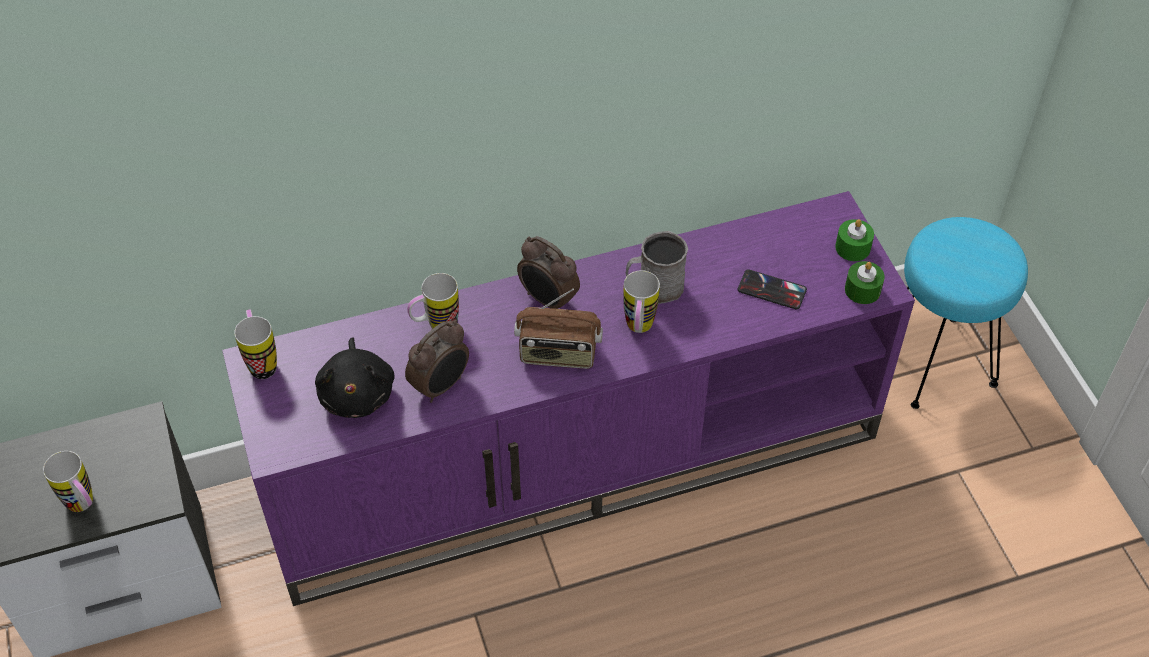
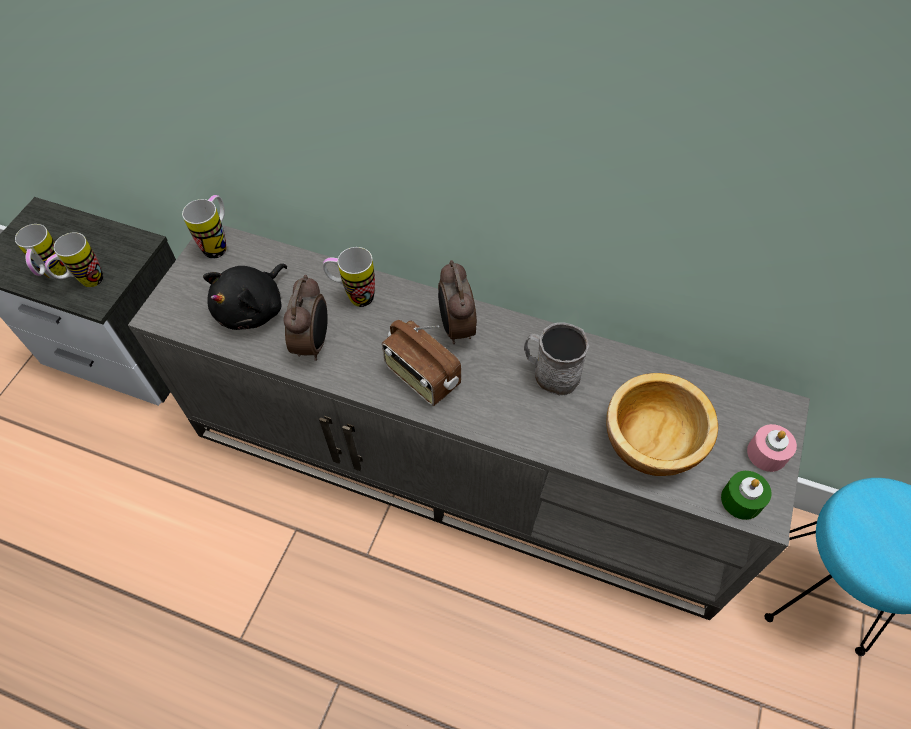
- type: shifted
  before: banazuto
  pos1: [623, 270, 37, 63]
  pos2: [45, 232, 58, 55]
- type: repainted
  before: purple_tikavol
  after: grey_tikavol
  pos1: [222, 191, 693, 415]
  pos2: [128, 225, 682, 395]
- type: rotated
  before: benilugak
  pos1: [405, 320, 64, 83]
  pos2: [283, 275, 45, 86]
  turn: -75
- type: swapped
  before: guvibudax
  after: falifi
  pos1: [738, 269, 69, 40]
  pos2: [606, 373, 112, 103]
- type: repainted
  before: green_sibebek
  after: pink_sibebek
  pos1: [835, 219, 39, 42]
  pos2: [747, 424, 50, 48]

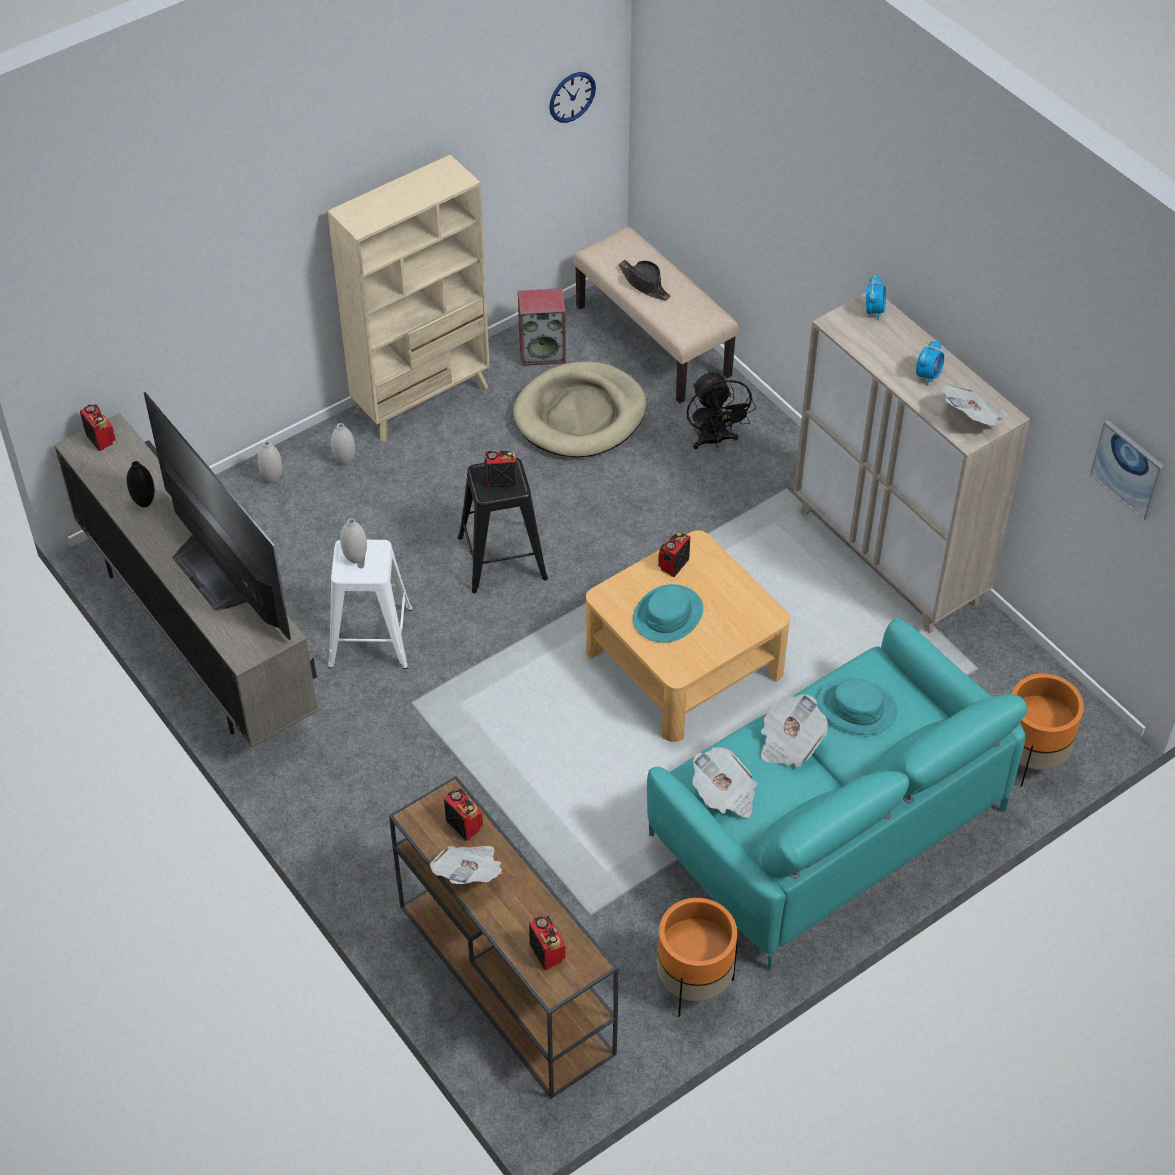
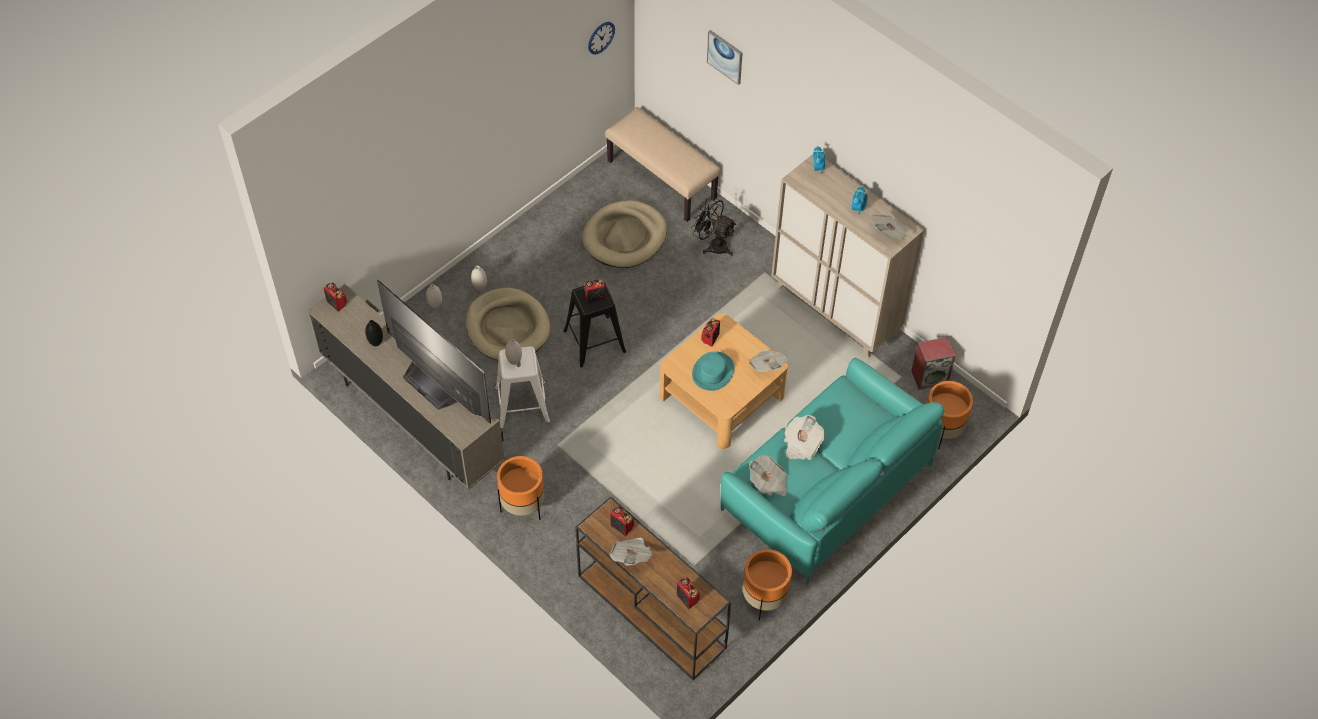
- type: new
  after: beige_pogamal
  pos2: [466, 288, 84, 73]
- type: new
  after: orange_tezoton
  pos2: [497, 456, 48, 64]
- type: rotated
  before: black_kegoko
  pos1: [686, 370, 70, 79]
  pos2: [691, 197, 45, 59]
  turn: 150
- type: shifted
  before: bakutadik
  pos1: [1090, 420, 75, 101]
  pos2: [707, 30, 36, 55]
- type: new
  after: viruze
  pos2: [748, 349, 41, 23]
- type: shifted
  before: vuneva
  pos1: [518, 288, 48, 78]
  pos2: [911, 337, 45, 53]
- type: gone
  before: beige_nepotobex
  pos1: [327, 154, 163, 288]
- type: gone
  before: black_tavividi
  pos1: [618, 260, 53, 40]
- type: gone
  before: turquoise_tavividi
  pos1: [818, 677, 79, 58]

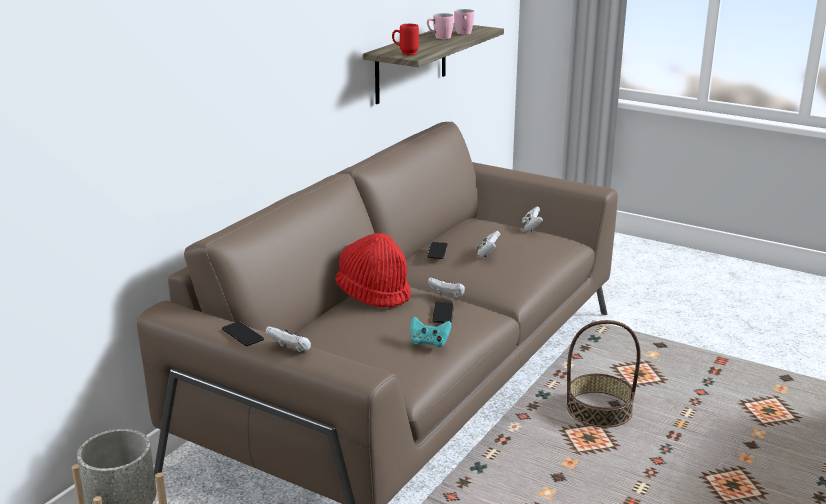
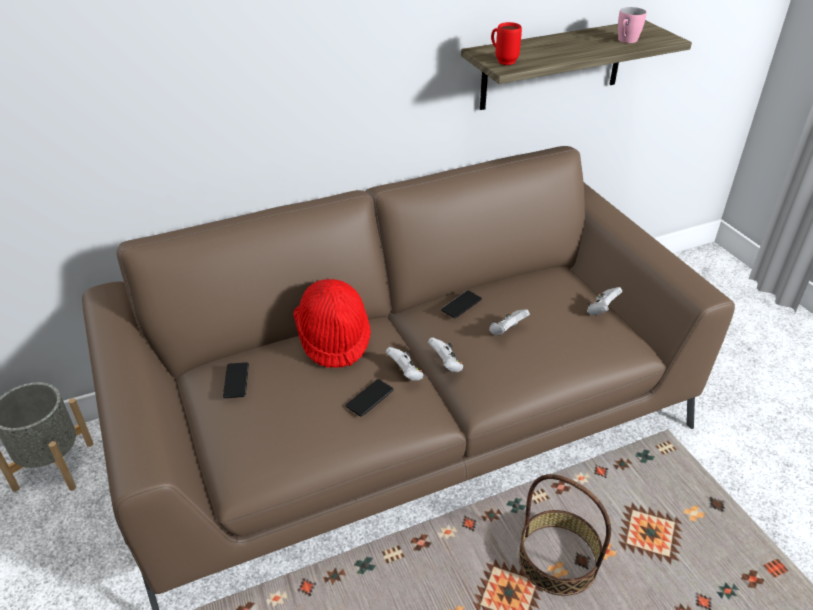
- type: shifted
  before: guvibudax
  pos1: [222, 321, 42, 25]
  pos2: [223, 362, 26, 36]
- type: shifted
  before: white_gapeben
  pos1: [265, 326, 46, 26]
  pos2: [428, 337, 35, 35]
- type: gone
  before: turquoise_gapeben
  pos1: [410, 317, 41, 30]
- type: gone
  before: pink_banazuto
  pos1: [427, 13, 27, 26]

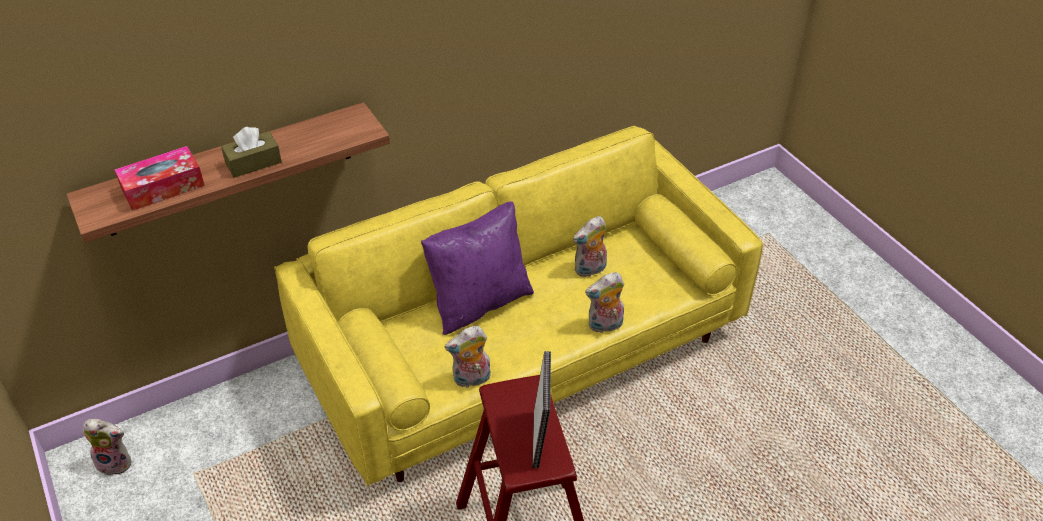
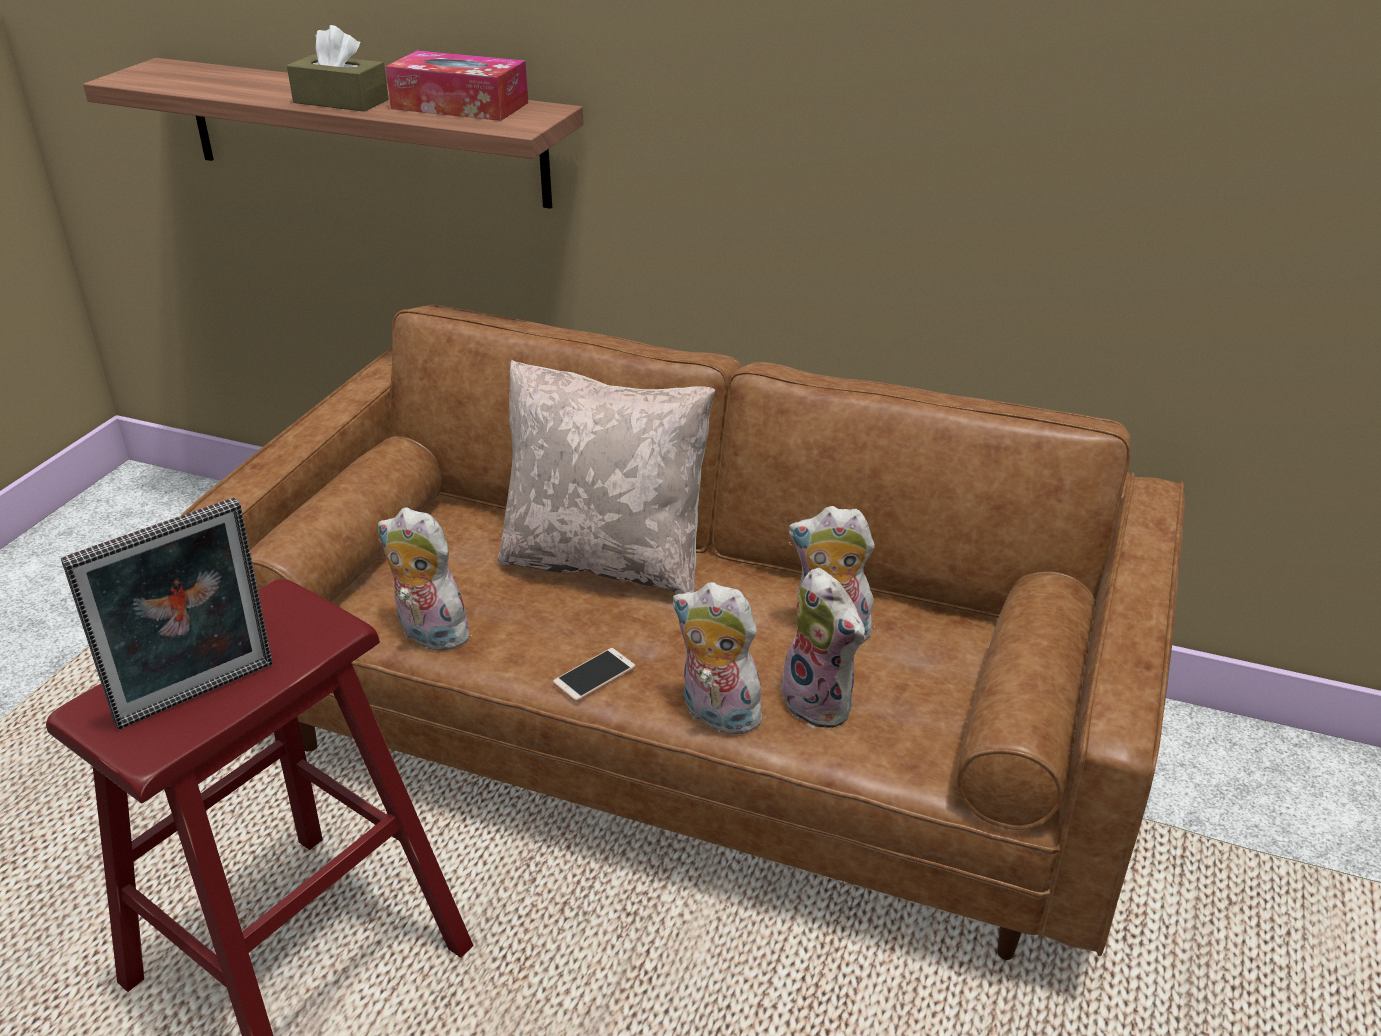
- type: repainted
  before: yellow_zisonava
  after: brown_zisonava
  pos1: [274, 126, 489, 361]
  pos2: [181, 304, 1004, 656]
- type: shifted
  before: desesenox
  pos1: [115, 146, 90, 65]
  pos2: [385, 51, 143, 70]
- type: repainted
  before: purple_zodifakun
  after: beige_zodifakun
  pos1: [421, 201, 113, 134]
  pos2: [497, 360, 218, 234]
- type: new
  after: guvibudax
  pos2: [553, 648, 83, 54]
- type: shifted
  before: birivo
  pos1: [83, 419, 48, 57]
  pos2: [781, 568, 84, 160]

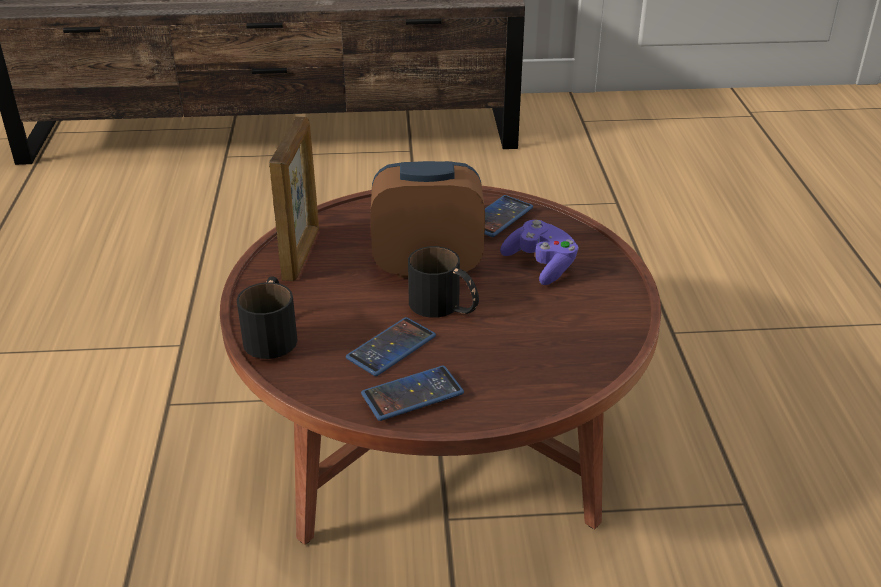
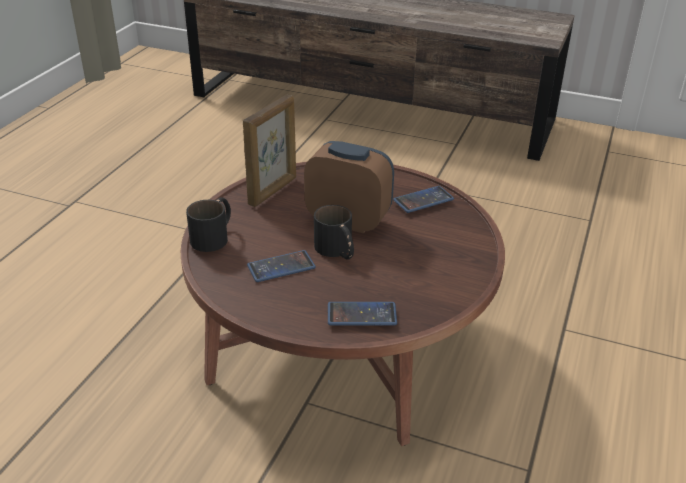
- type: shifted
  before: guvibudax
  pos1: [361, 366, 103, 55]
  pos2: [328, 302, 69, 24]
- type: gone
  before: purple_gapeben
  pos1: [500, 220, 79, 65]

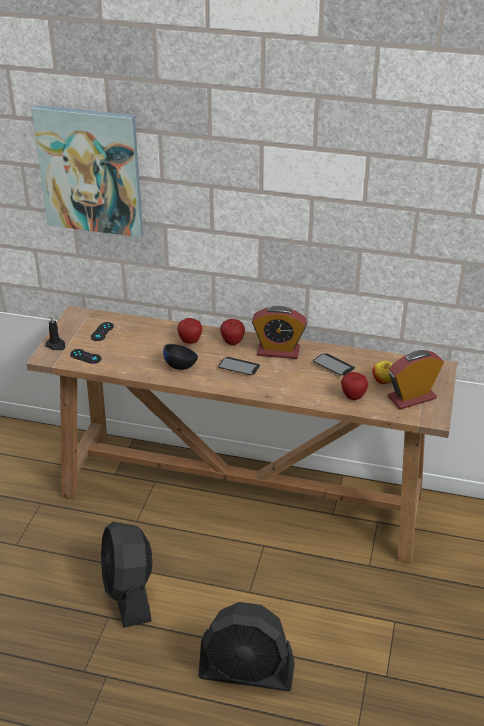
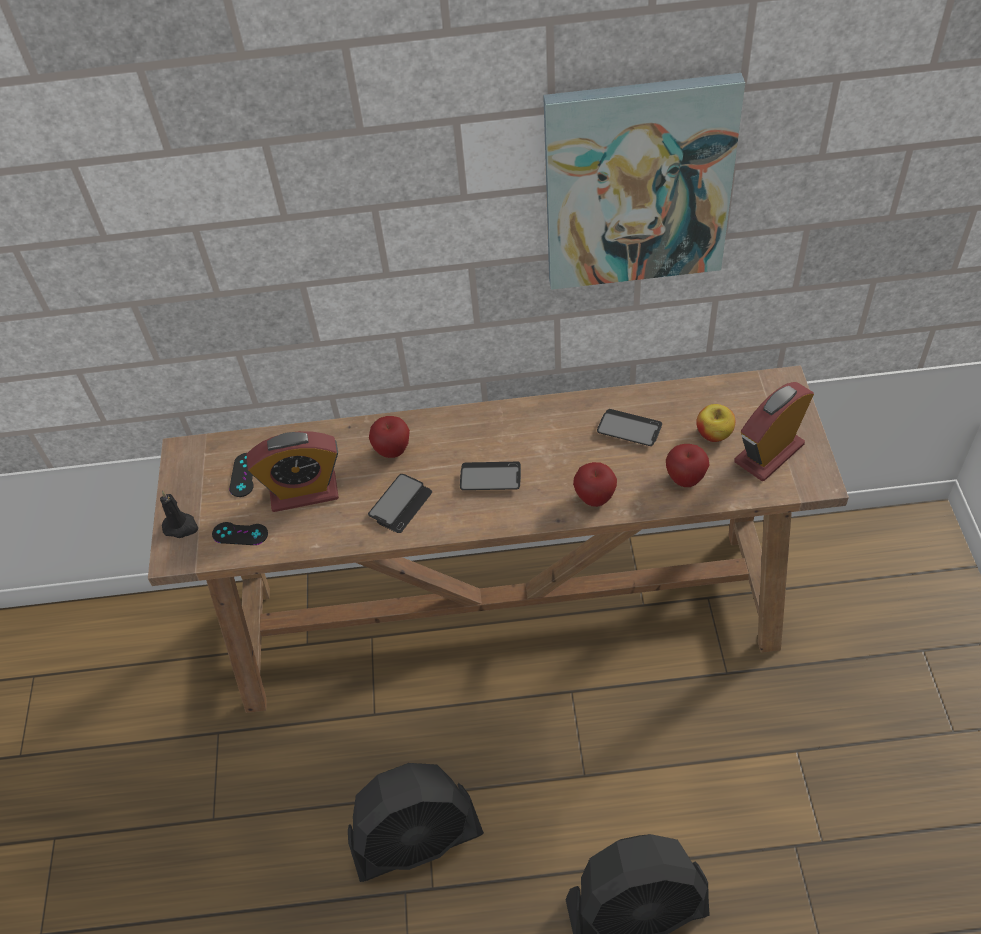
- type: shifted
  before: benilugak
  pos1: [252, 306, 55, 53]
  pos2: [246, 431, 93, 81]
- type: rotated
  before: black_kegoko
  pos1: [101, 522, 51, 106]
  pos2: [348, 763, 136, 119]
  turn: -75
- type: swapped
  before: black_falifi
  after: guvibudax
  pos1: [163, 344, 35, 26]
  pos2: [368, 474, 64, 59]
- type: shifted
  before: bakutadik
  pos1: [31, 105, 112, 132]
  pos2: [543, 73, 202, 217]
- type: shifted
  before: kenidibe
  pos1: [220, 319, 25, 26]
  pos2: [573, 462, 44, 45]

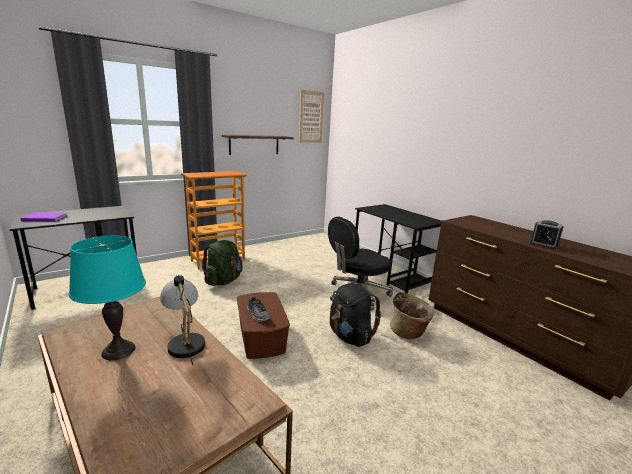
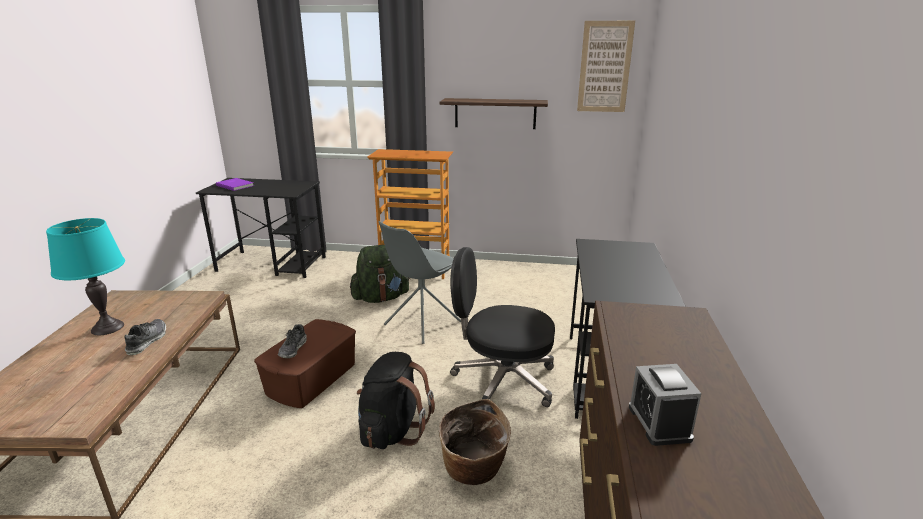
- type: swapped
  before: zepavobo
  after: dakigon
  pos1: [160, 275, 45, 90]
  pos2: [125, 319, 41, 36]
- type: new
  after: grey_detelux
  pos2: [378, 221, 83, 123]

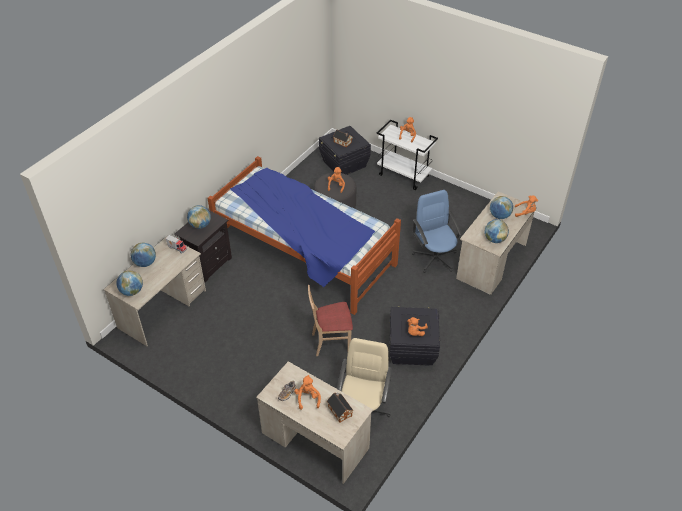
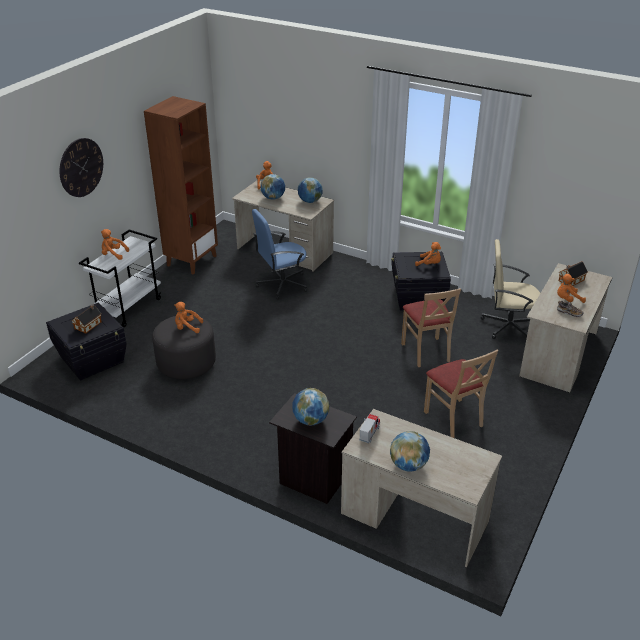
- type: new
  after: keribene
  pos2: [60, 138, 43, 59]
- type: new
  after: brown_nepotobex
  pos2: [144, 96, 74, 178]
- type: new
  after: beige_detelux
  pos2: [424, 350, 74, 88]
- type: gone
  before: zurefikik
  pos1: [117, 270, 26, 26]
- type: gone
  before: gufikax
  pos1: [208, 156, 193, 159]

